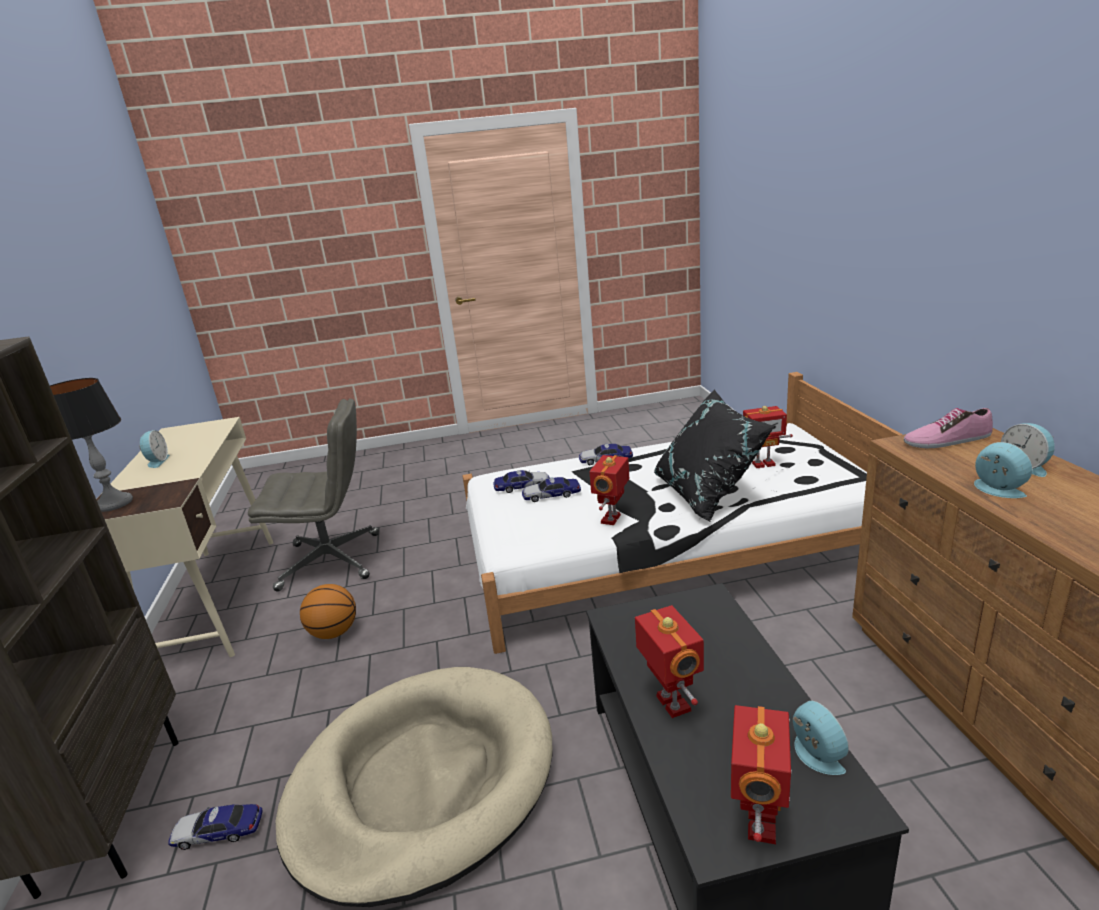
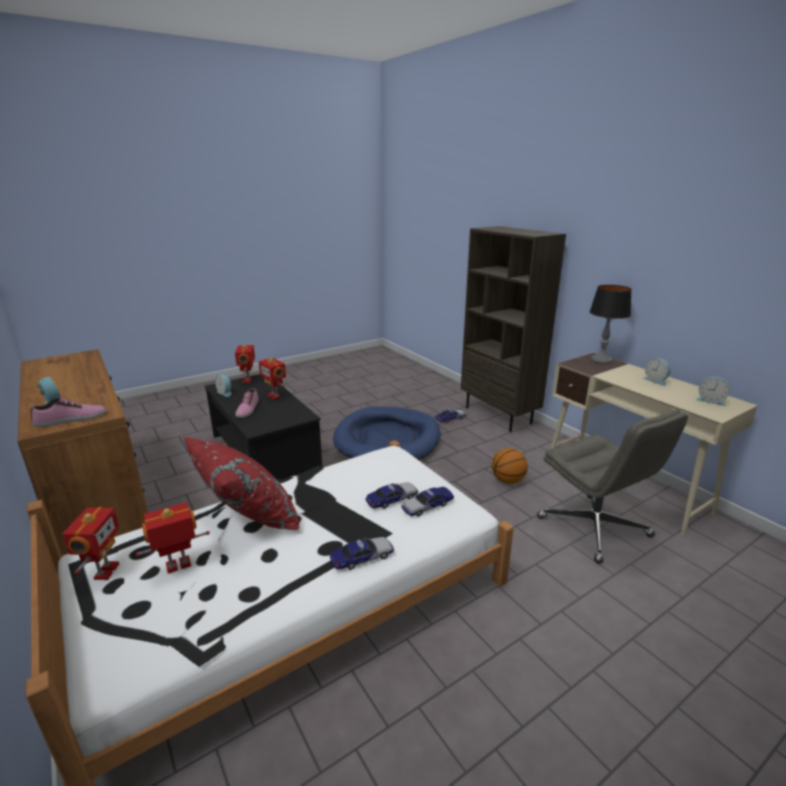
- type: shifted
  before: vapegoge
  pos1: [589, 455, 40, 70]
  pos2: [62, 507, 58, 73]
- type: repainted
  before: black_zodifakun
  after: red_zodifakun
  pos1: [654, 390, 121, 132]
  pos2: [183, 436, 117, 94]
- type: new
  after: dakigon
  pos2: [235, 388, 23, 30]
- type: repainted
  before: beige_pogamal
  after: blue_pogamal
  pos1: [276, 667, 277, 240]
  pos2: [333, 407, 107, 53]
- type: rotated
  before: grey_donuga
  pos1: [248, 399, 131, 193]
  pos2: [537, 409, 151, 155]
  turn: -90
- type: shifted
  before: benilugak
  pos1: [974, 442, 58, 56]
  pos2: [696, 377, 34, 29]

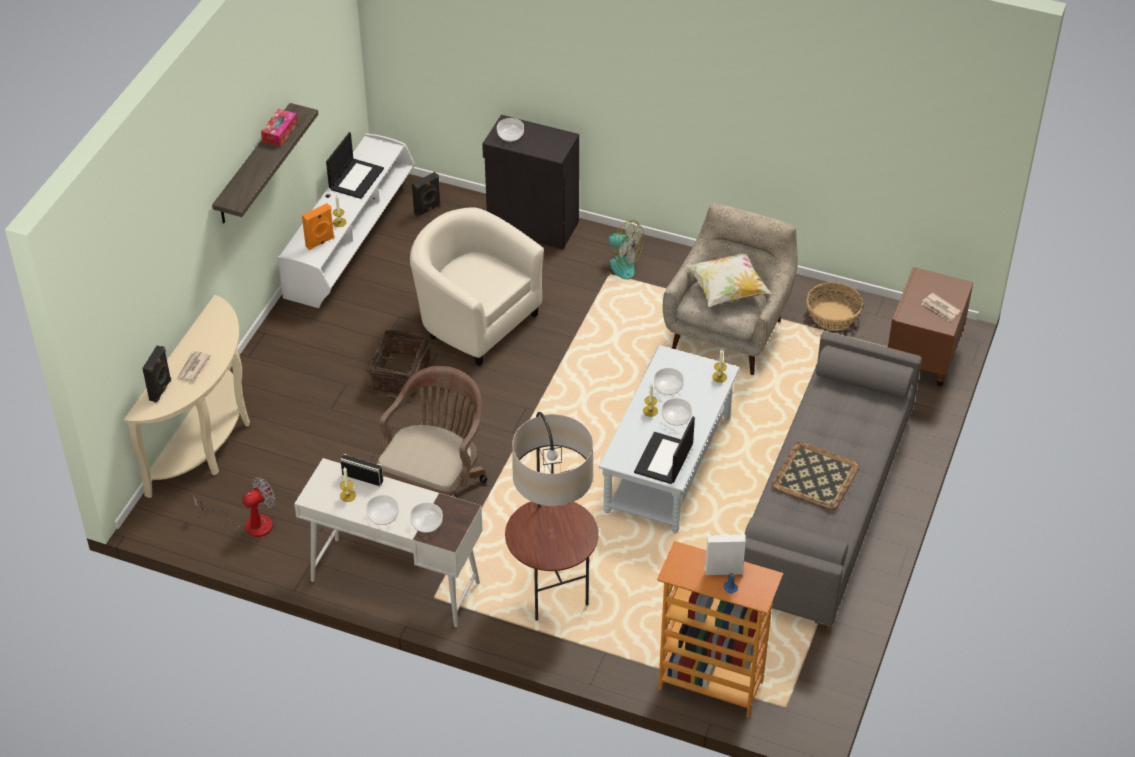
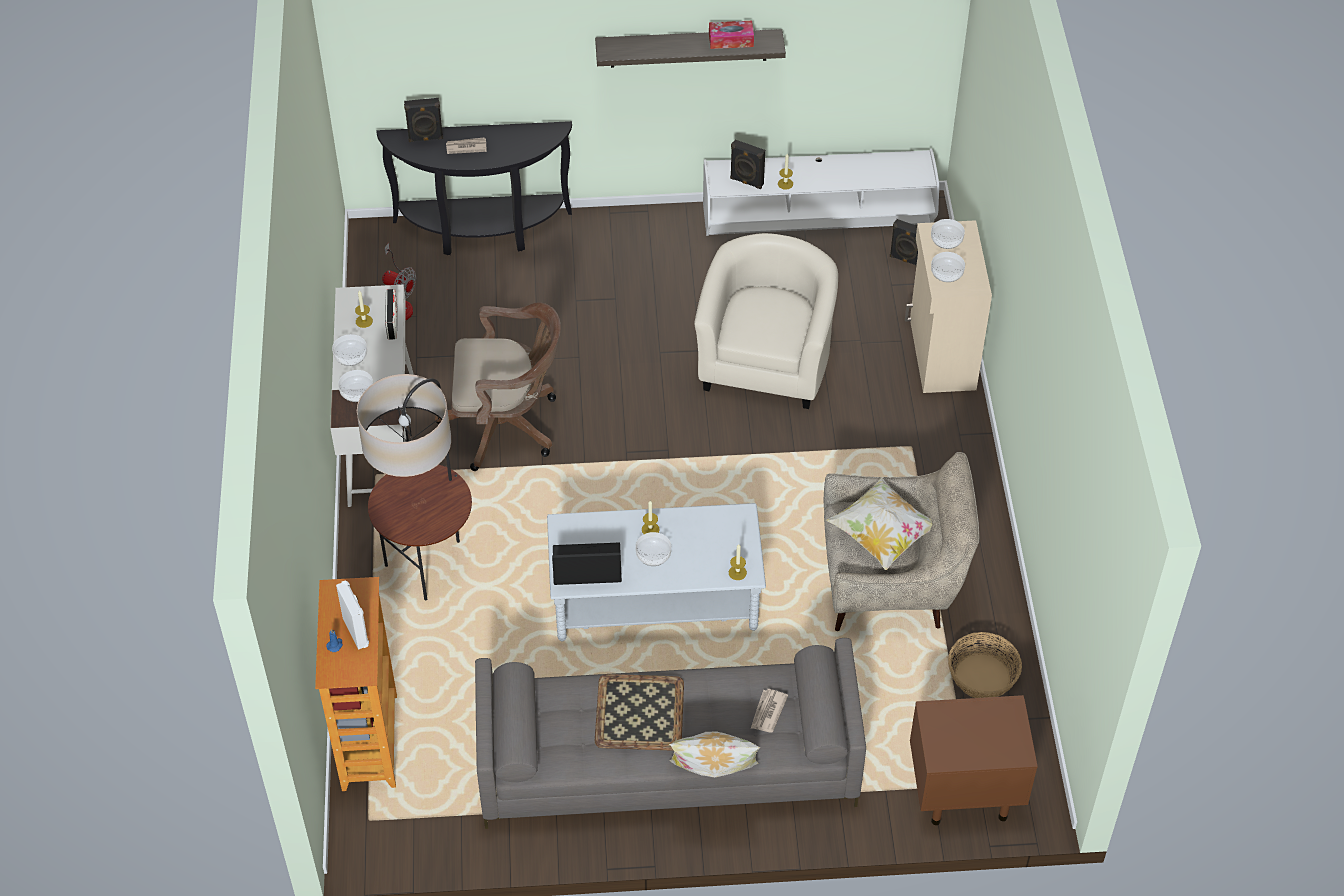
- type: repainted
  before: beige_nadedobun
  after: black_nadedobun
  pos1: [124, 295, 126, 203]
  pos2: [376, 121, 196, 134]
- type: new
  after: zodifakun
  pos2: [669, 731, 91, 46]
- type: repainted
  before: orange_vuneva
  after: black_vuneva
  pos1: [302, 203, 33, 47]
  pos2: [730, 140, 35, 49]
- type: shifted
  before: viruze
  pos1: [922, 293, 39, 29]
  pos2: [751, 689, 37, 44]
- type: repainted
  before: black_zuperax
  after: beige_zuperax
  pos1: [482, 115, 97, 134]
  pos2: [905, 220, 87, 173]
- type: shifted
  before: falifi
  pos1: [654, 368, 30, 27]
  pos2: [931, 252, 34, 30]
- type: gone
  before: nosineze
  pos1: [326, 132, 58, 67]
- type: gone
  before: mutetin
  pos1: [357, 330, 74, 68]
- type: gone
  before: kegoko
  pos1: [591, 220, 53, 60]

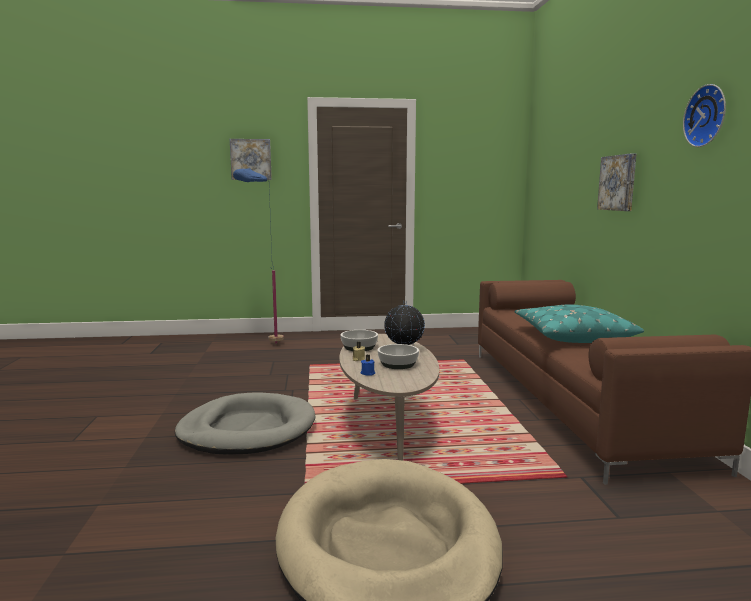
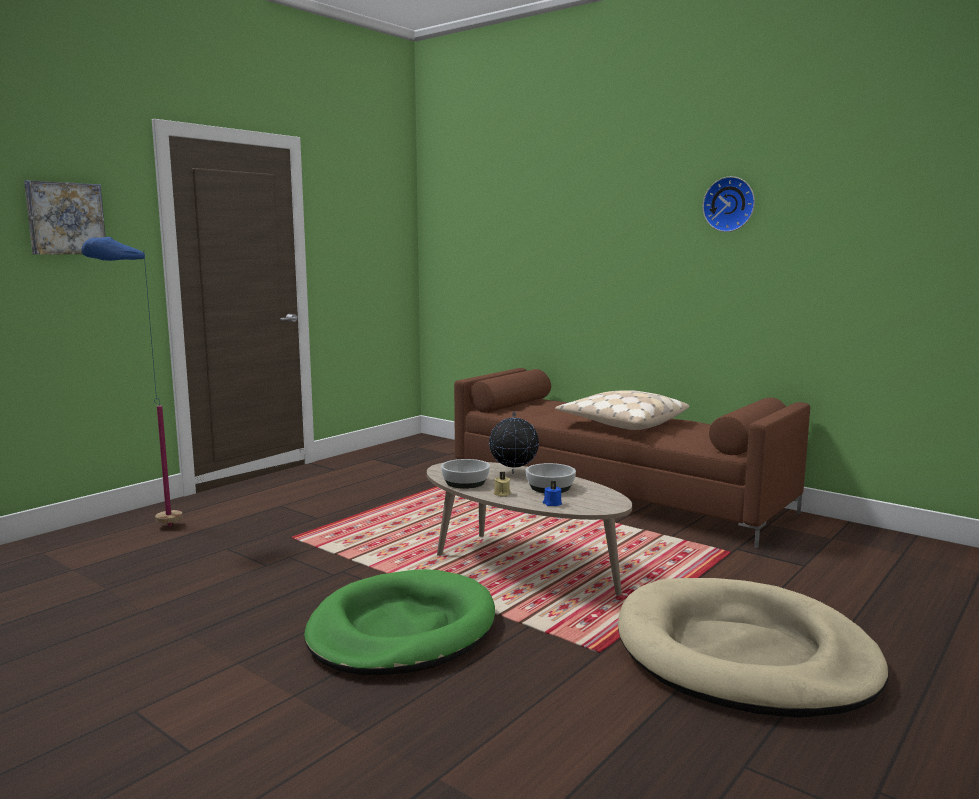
- type: repainted
  before: grey_pogamal
  after: green_pogamal
  pos1: [175, 393, 140, 62]
  pos2: [304, 569, 191, 106]
- type: repainted
  before: turquoise_zodifakun
  after: beige_zodifakun
  pos1: [514, 305, 130, 38]
  pos2: [555, 390, 134, 40]
- type: gone
  before: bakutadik
  pos1: [597, 154, 39, 57]

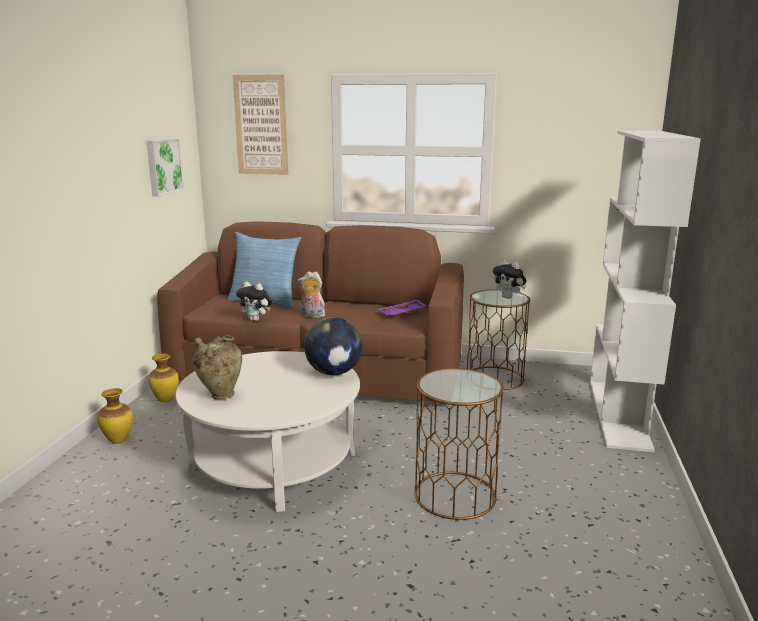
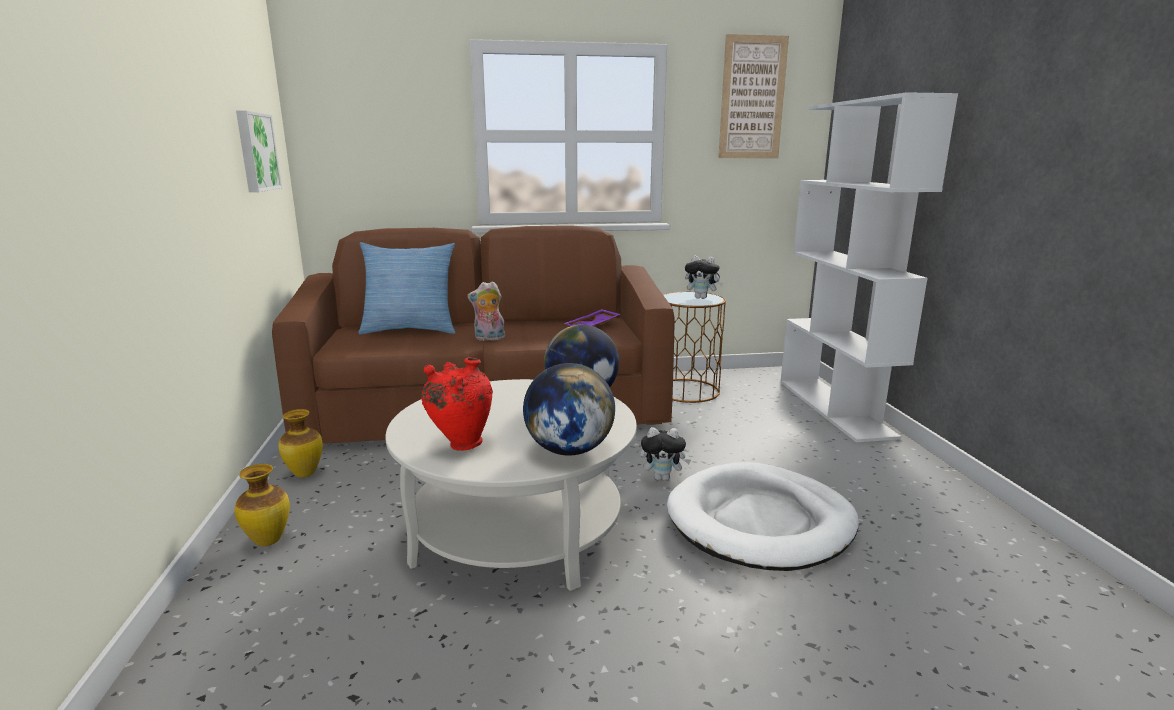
- type: repainted
  before: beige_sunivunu
  after: red_sunivunu
  pos1: [192, 335, 50, 65]
  pos2: [421, 357, 72, 94]
- type: new
  after: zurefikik
  pos2: [523, 363, 92, 93]
- type: shifted
  before: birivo
  pos1: [236, 282, 36, 39]
  pos2: [640, 427, 51, 54]
- type: swapped
  before: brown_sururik
  after: white_pogamal
  pos1: [415, 368, 89, 152]
  pos2: [667, 462, 192, 109]
- type: shifted
  before: bakutadik
  pos1: [233, 74, 56, 101]
  pos2: [718, 34, 71, 124]

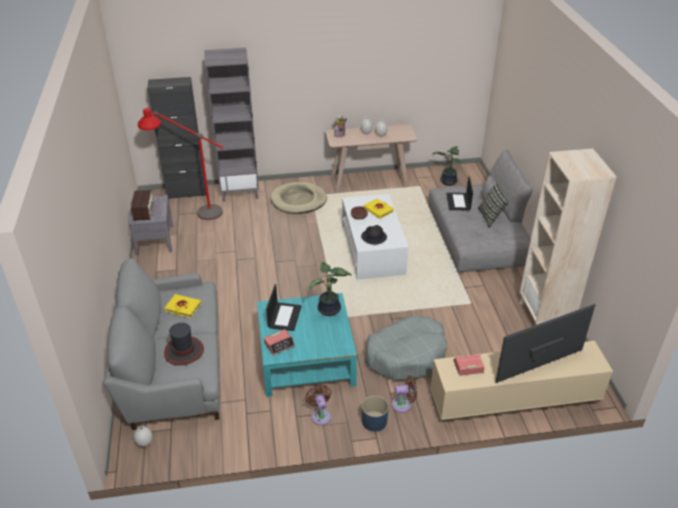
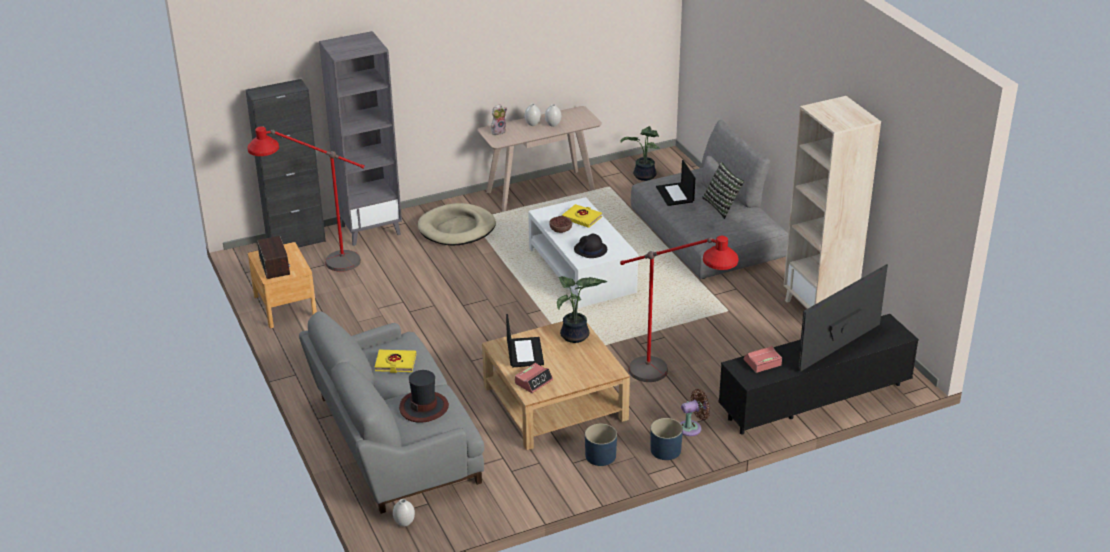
- type: repainted
  before: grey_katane
  after: brown_katane
  pos1: [129, 195, 44, 60]
  pos2: [248, 242, 69, 86]
- type: repainted
  before: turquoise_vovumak
  after: beige_vovumak
  pos1: [257, 293, 100, 104]
  pos2: [482, 321, 148, 129]
- type: swapped
  before: brown_kegoko
  after: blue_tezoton
  pos1: [305, 385, 26, 40]
  pos2: [585, 424, 32, 42]
- type: swapped
  before: grey_pogamal
  after: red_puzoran
  pos1: [365, 315, 82, 66]
  pos2: [620, 236, 118, 146]
- type: repainted
  before: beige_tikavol
  after: black_tikavol
  pos1: [430, 341, 183, 79]
  pos2: [719, 314, 200, 121]

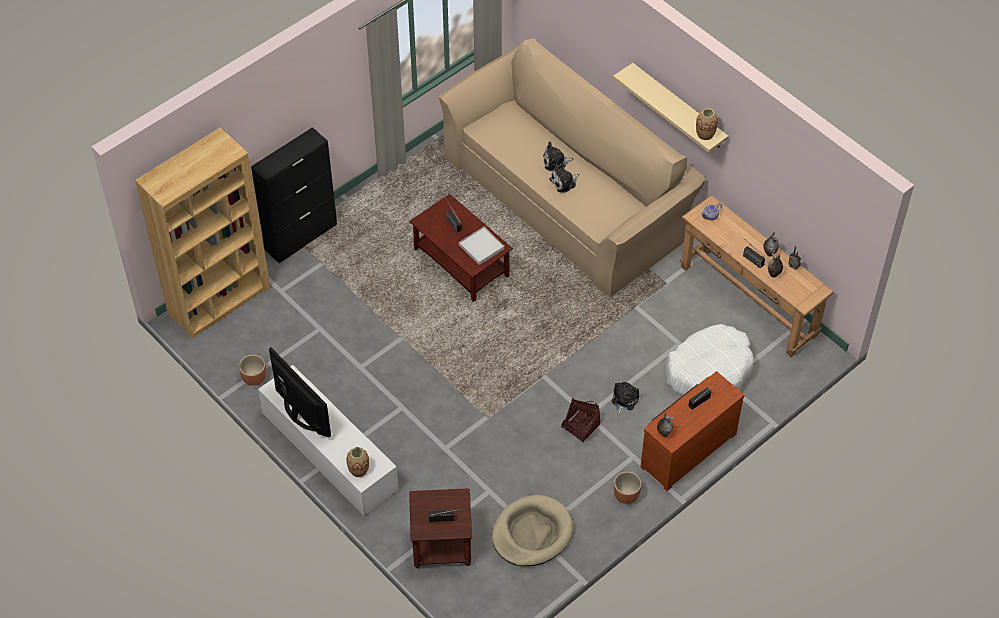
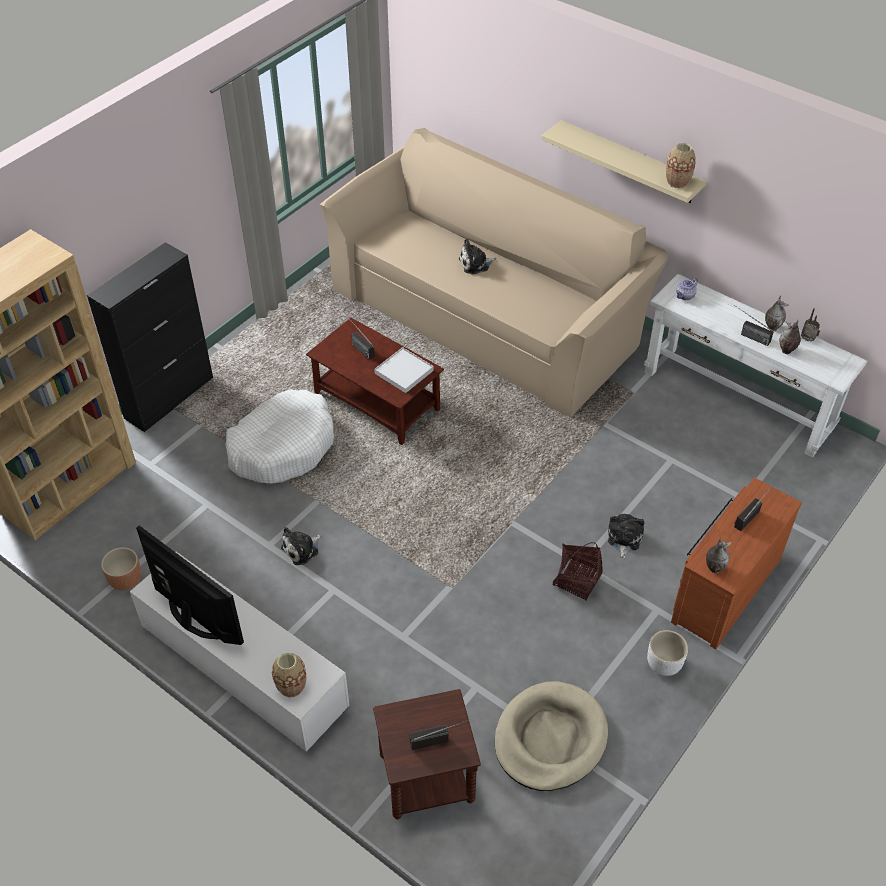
- type: shifted
  before: white_pogamal
  pos1: [666, 324, 88, 71]
  pos2: [226, 389, 108, 94]
- type: shifted
  before: birivo
  pos1: [549, 164, 30, 29]
  pos2: [281, 527, 41, 38]
- type: repainted
  before: brown_nadedobun
  after: white_nadedobun
  pos1: [680, 195, 154, 162]
  pos2: [644, 274, 223, 183]
- type: repainted
  before: brown_tezoton
  after: white_tezoton
  pos1: [614, 472, 27, 32]
  pos2: [647, 630, 41, 46]

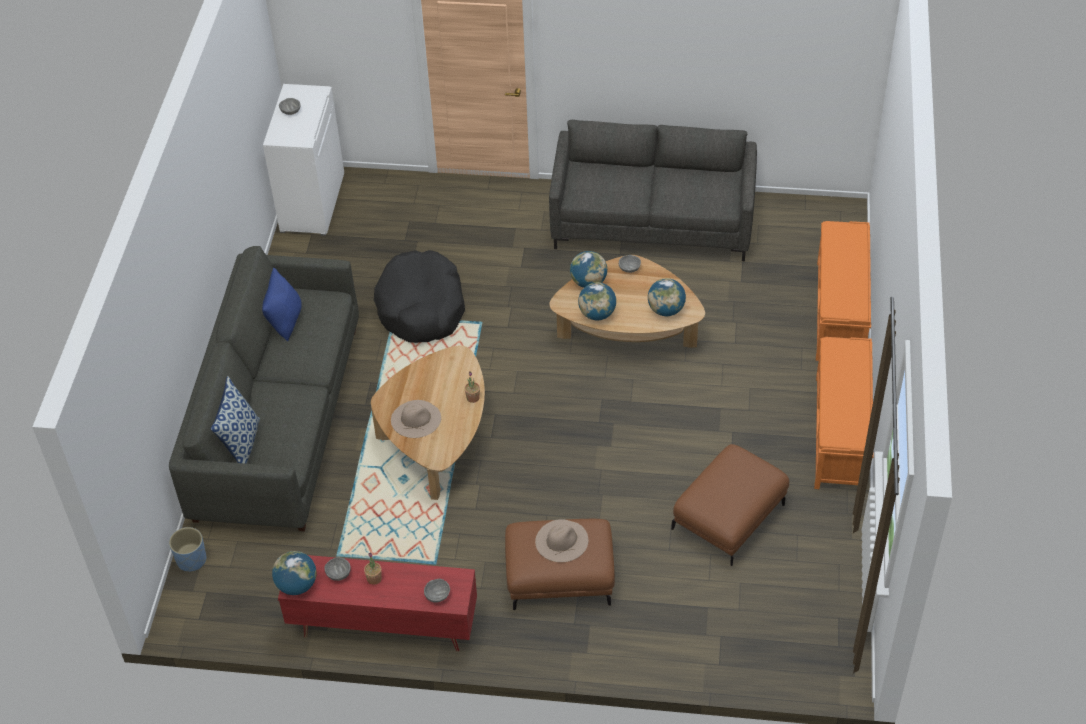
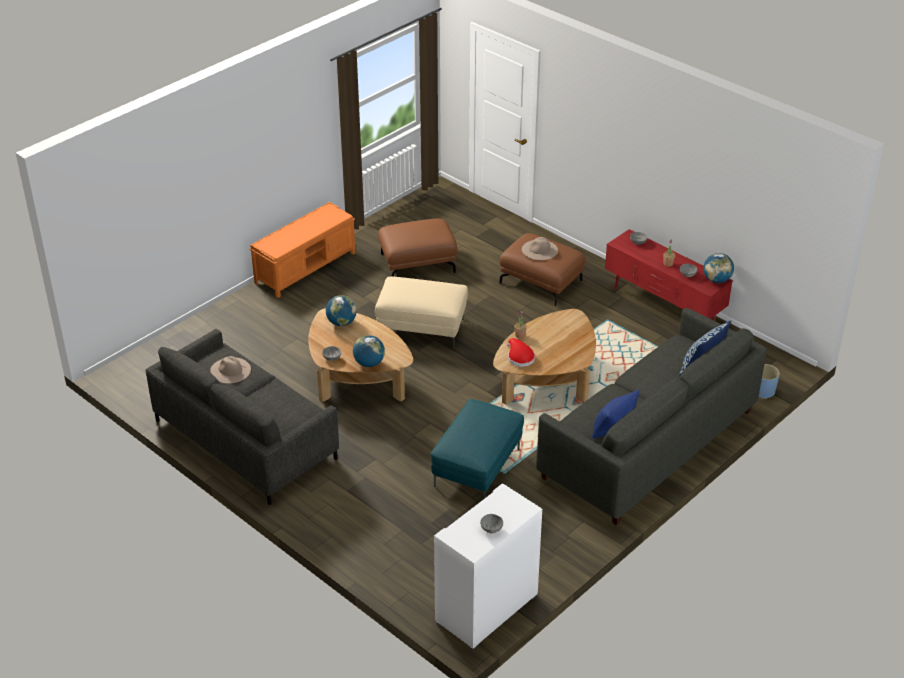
- type: shifted
  before: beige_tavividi
  pos1: [391, 400, 50, 38]
  pos2: [210, 356, 41, 27]
- type: new
  after: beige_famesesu
  pos2: [375, 276, 93, 73]
- type: swapped
  before: black_pogamal
  after: turquoise_famesesu
  pos1: [374, 250, 91, 93]
  pos2: [431, 399, 93, 100]
- type: new
  after: red_tavividi
  pos2: [507, 338, 28, 29]
- type: gone
  before: zurefikik
  pos1: [578, 282, 38, 38]
- type: gone
  before: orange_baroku
  pos1: [816, 221, 55, 140]

